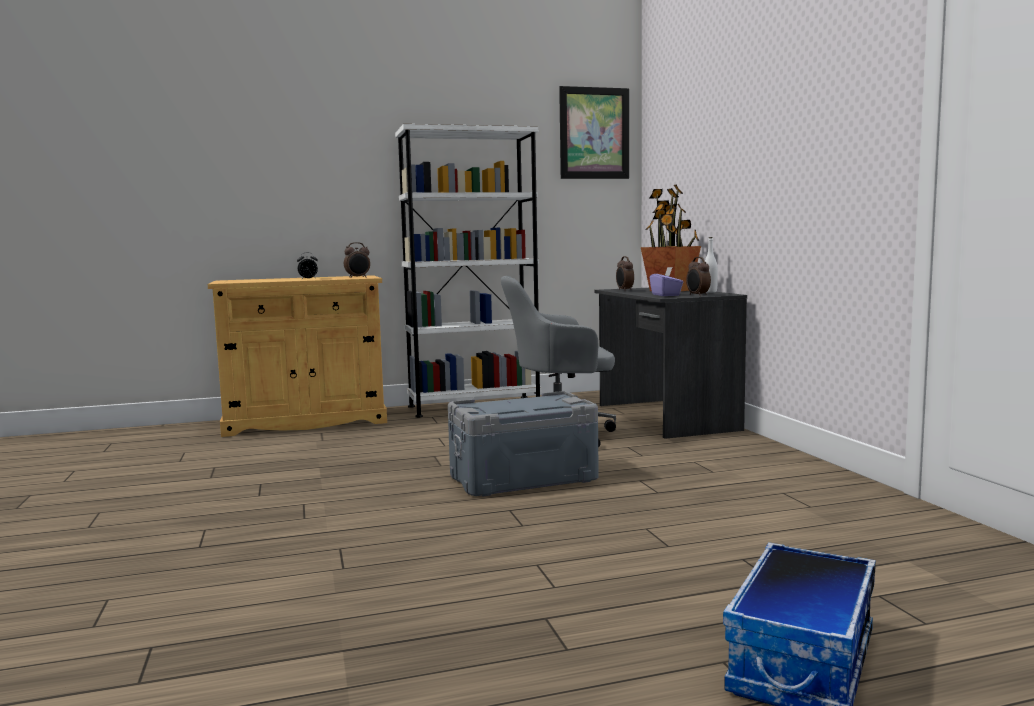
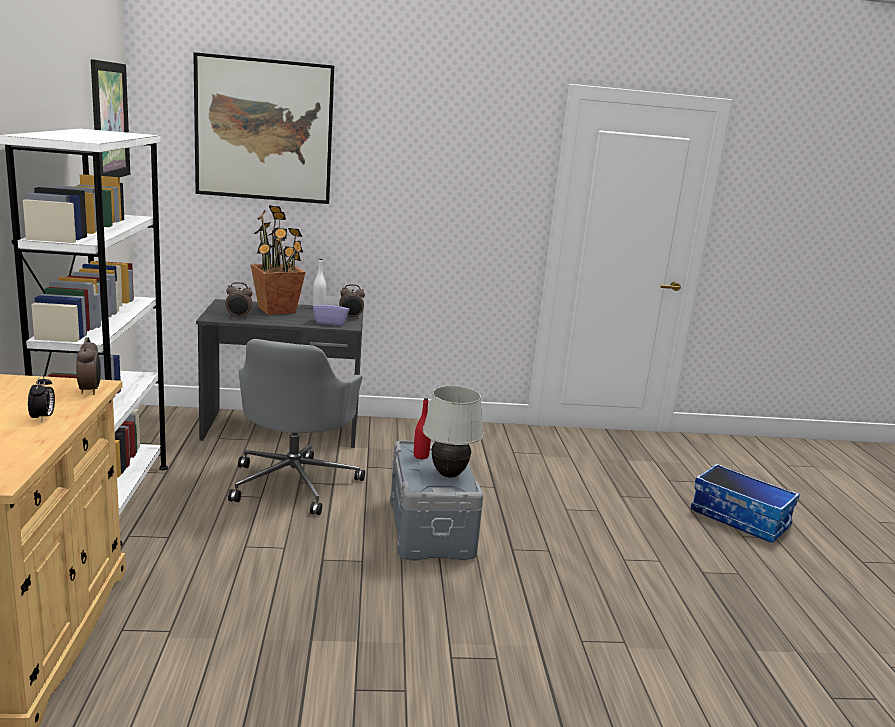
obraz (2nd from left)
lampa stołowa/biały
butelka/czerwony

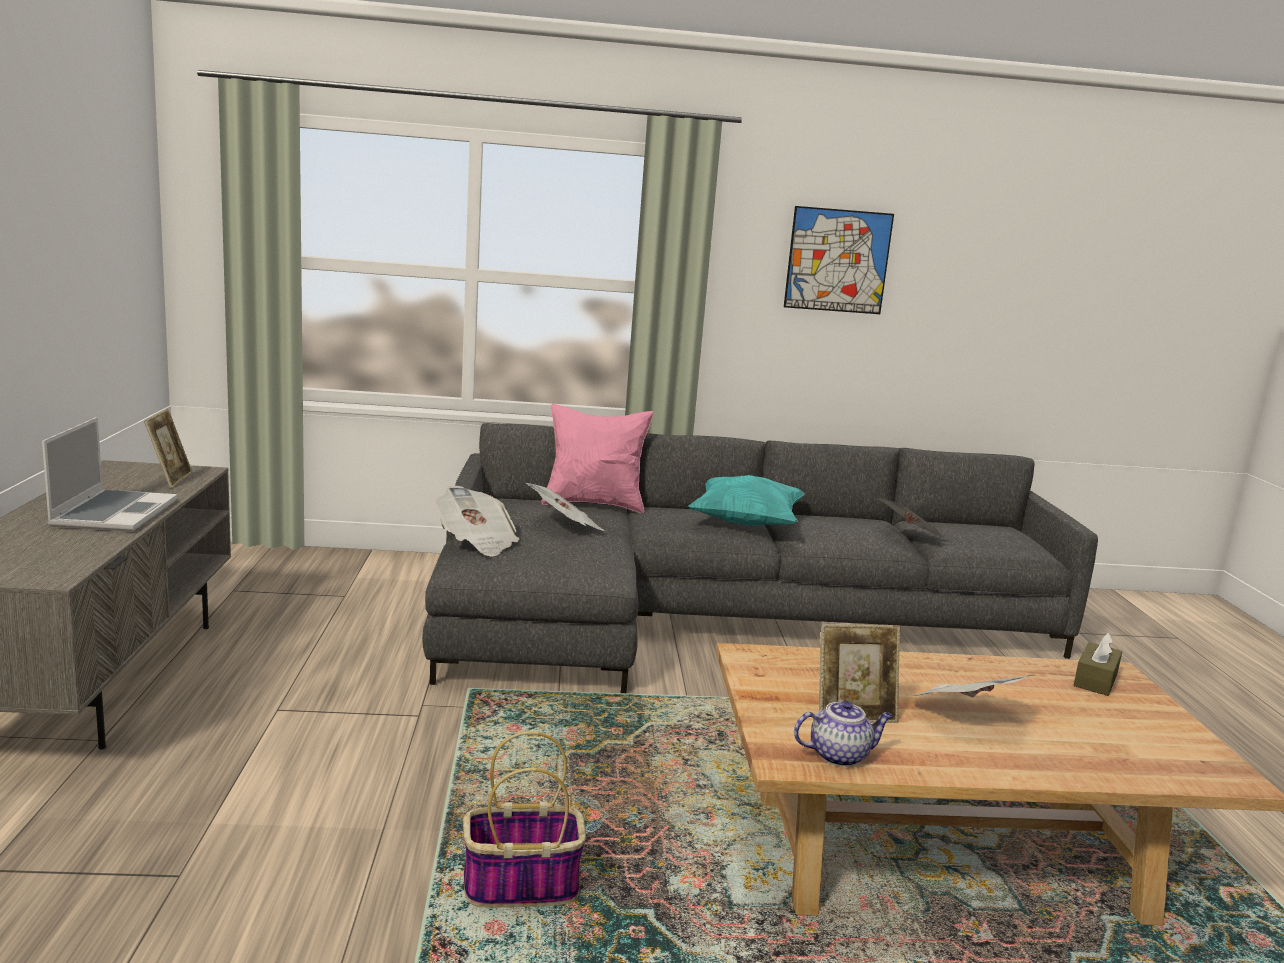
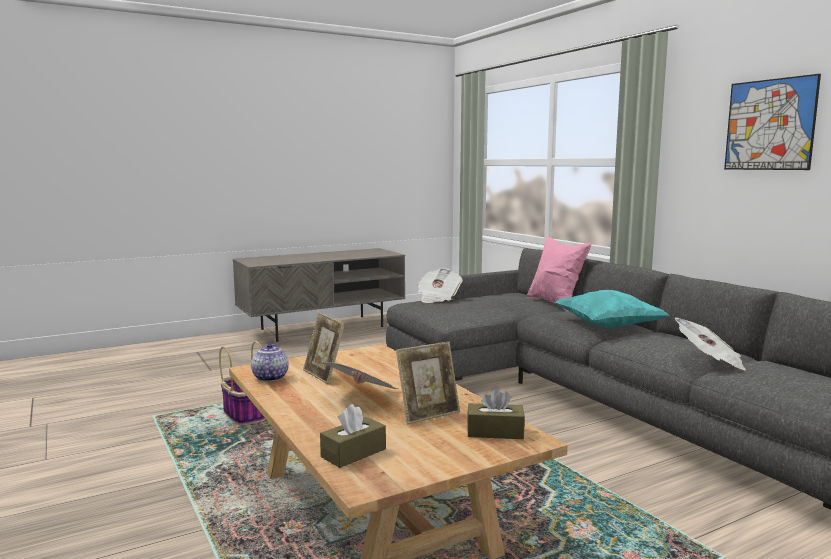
ramka na zdjęcie (2nd from left)
laptop
gazeta (2nd from left in the first image)
imbryk
pudełko chusteczek/brązowy (1st from left)

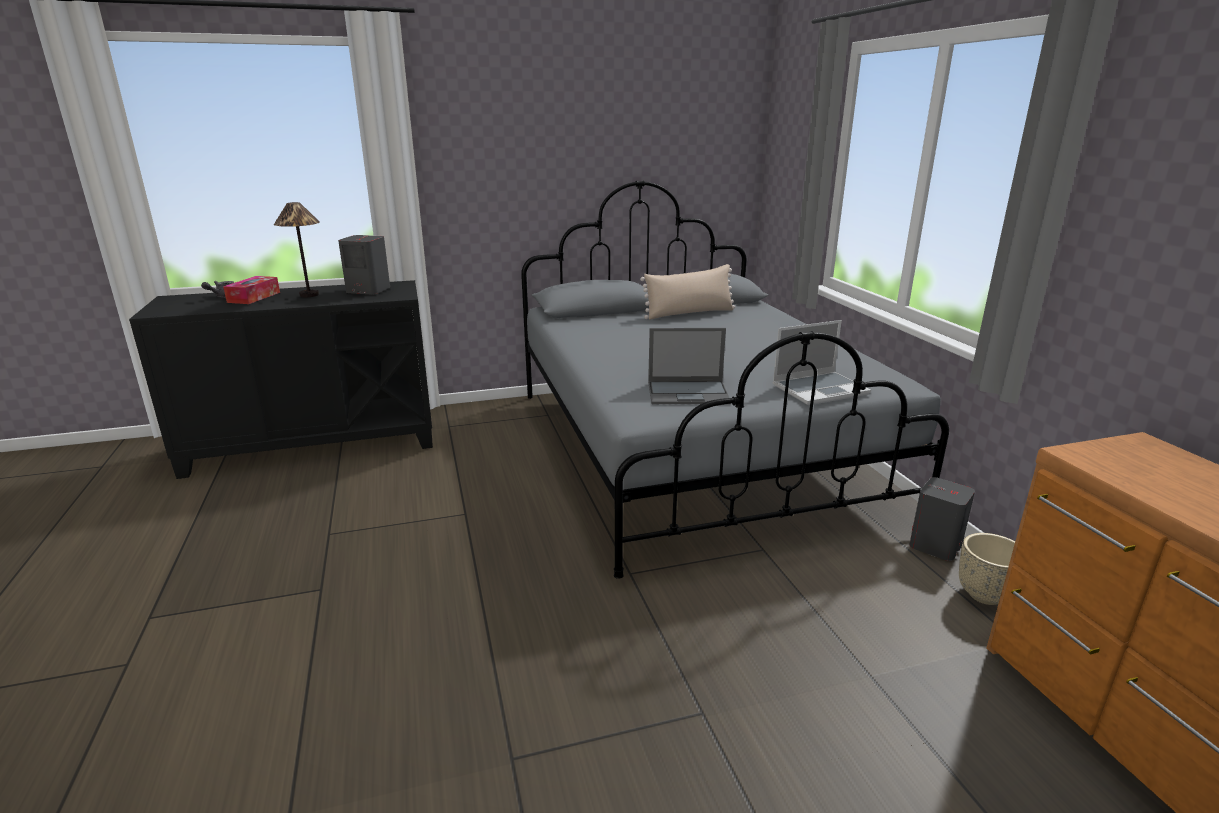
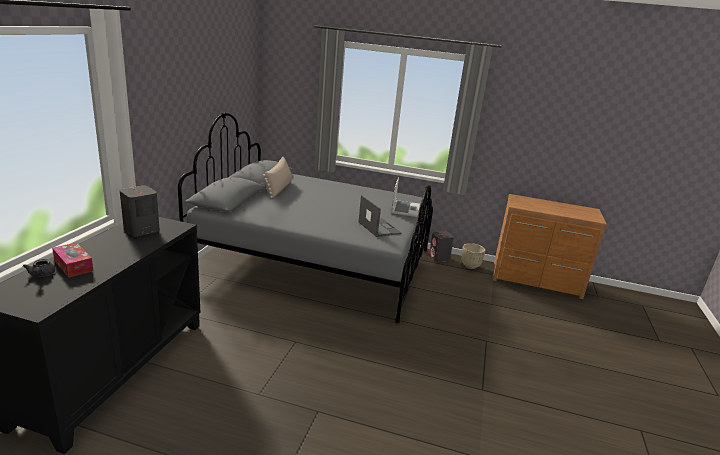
lampa stołowa
laptop (1st from left)

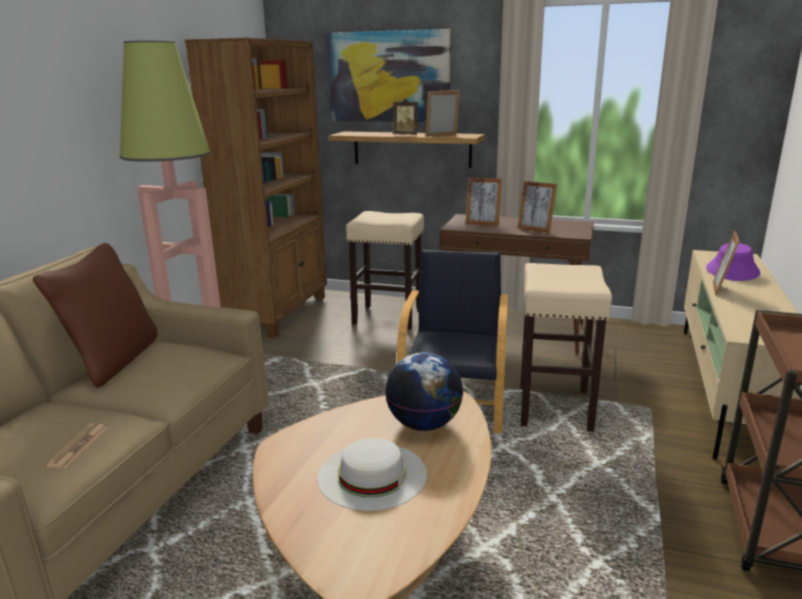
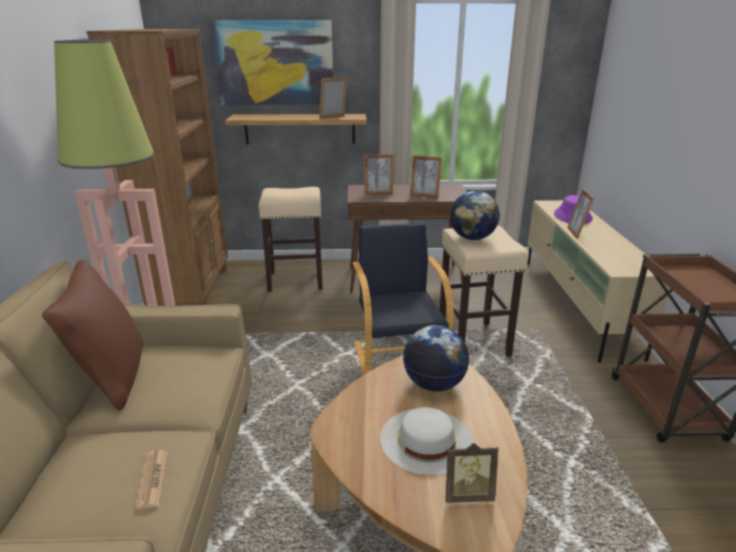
ramka na zdjęcie (4th from left)
globus (2nd from left)

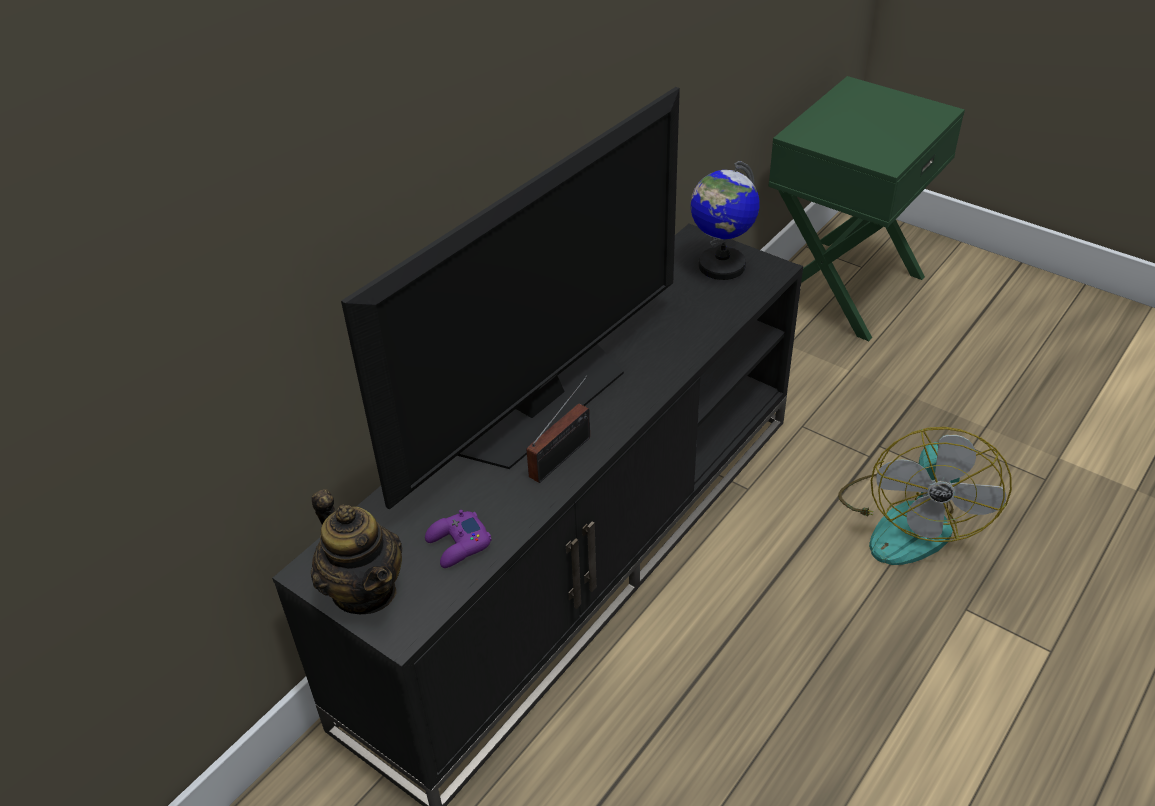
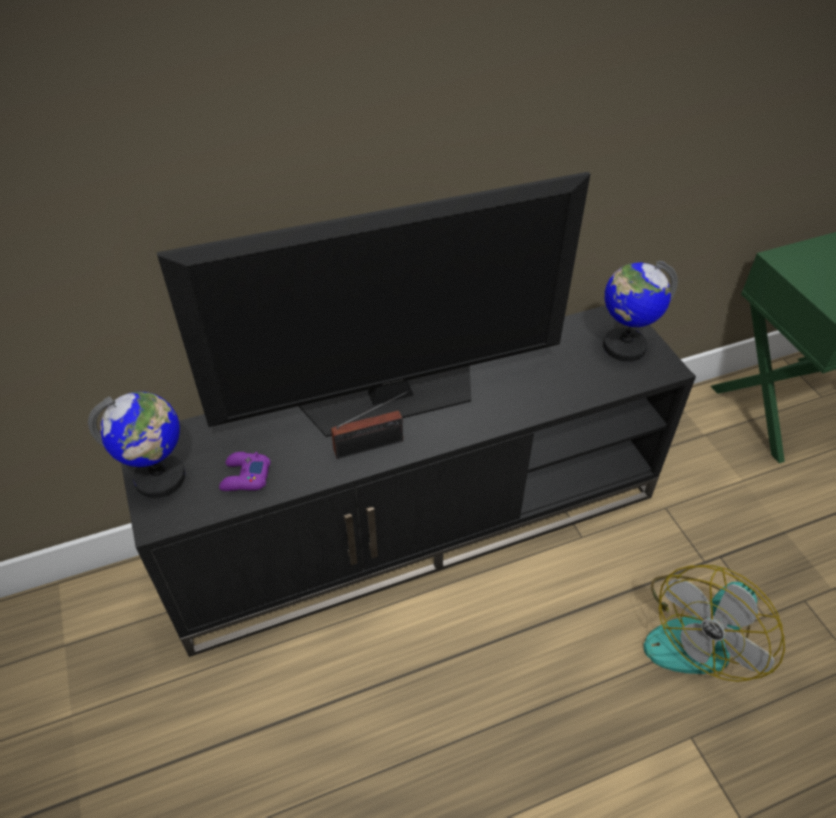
globus (1st from left)

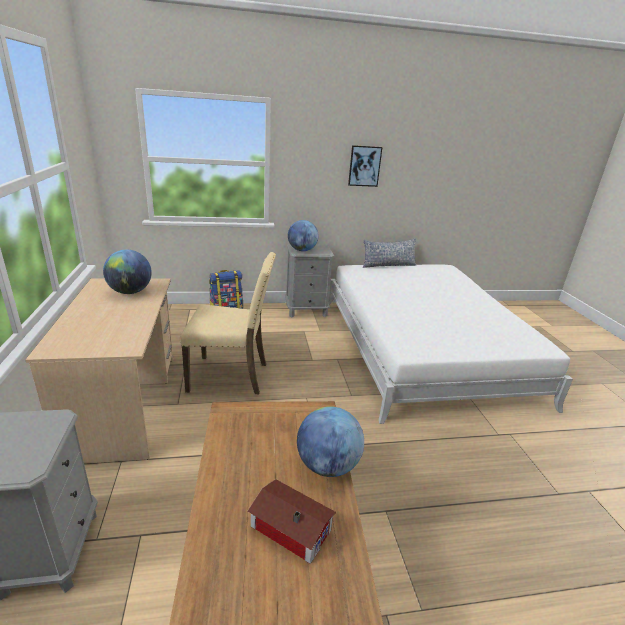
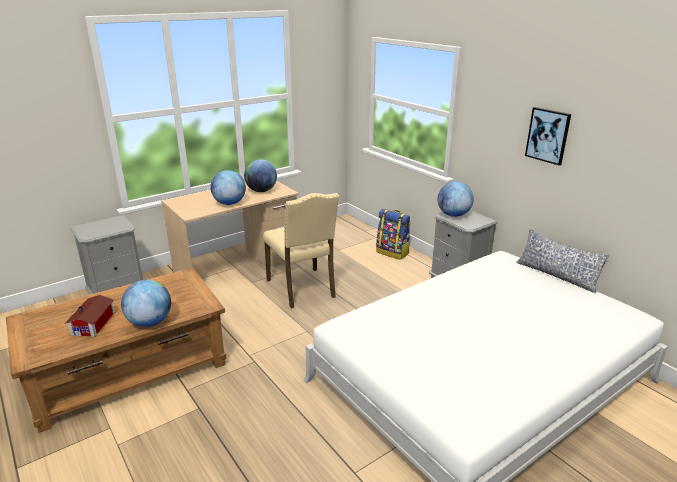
globus (2nd from left)

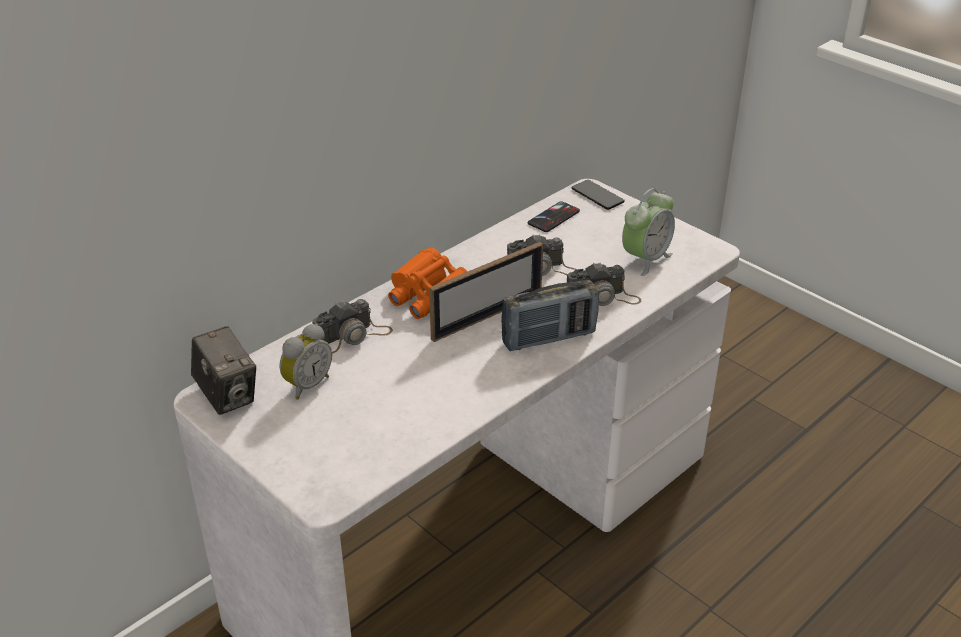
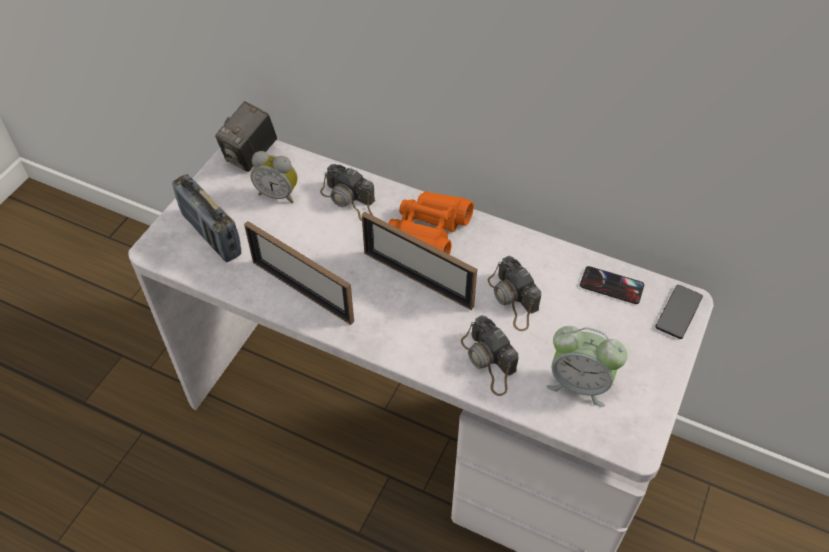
radio
ramka na zdjęcie (1st from left)

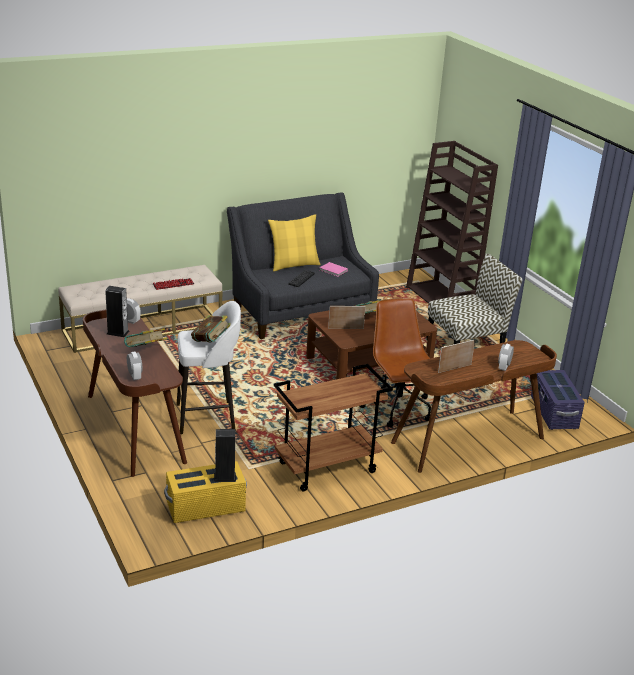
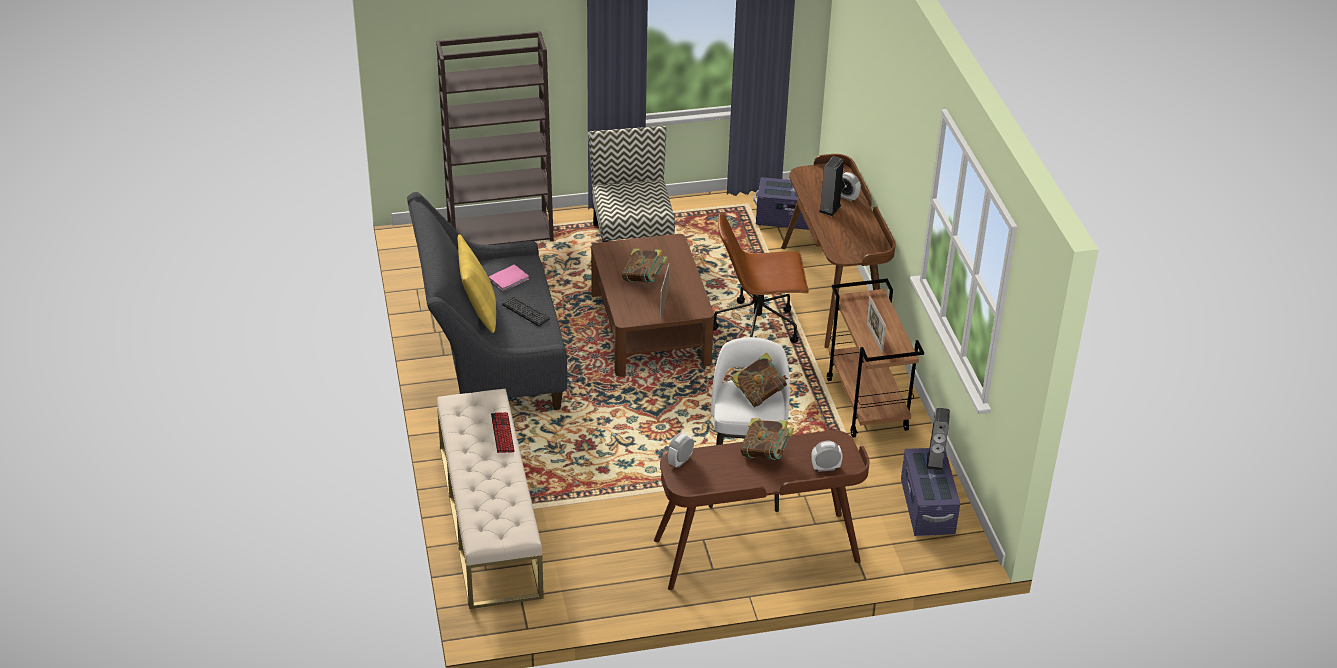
głośnik (1st from left)
ramka na zdjęcie (2nd from left)
pojemnik do przechowywania/fioletowy (2nd from left)

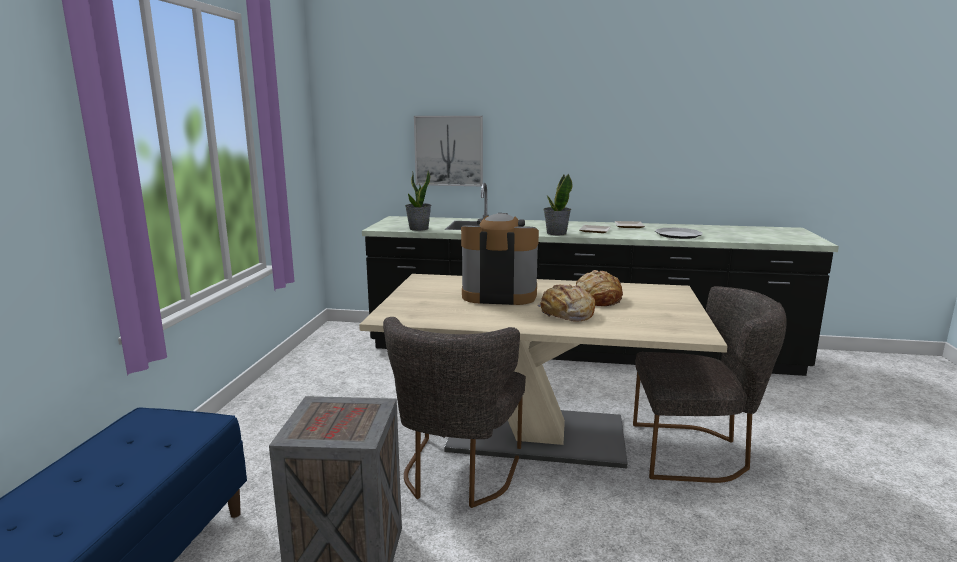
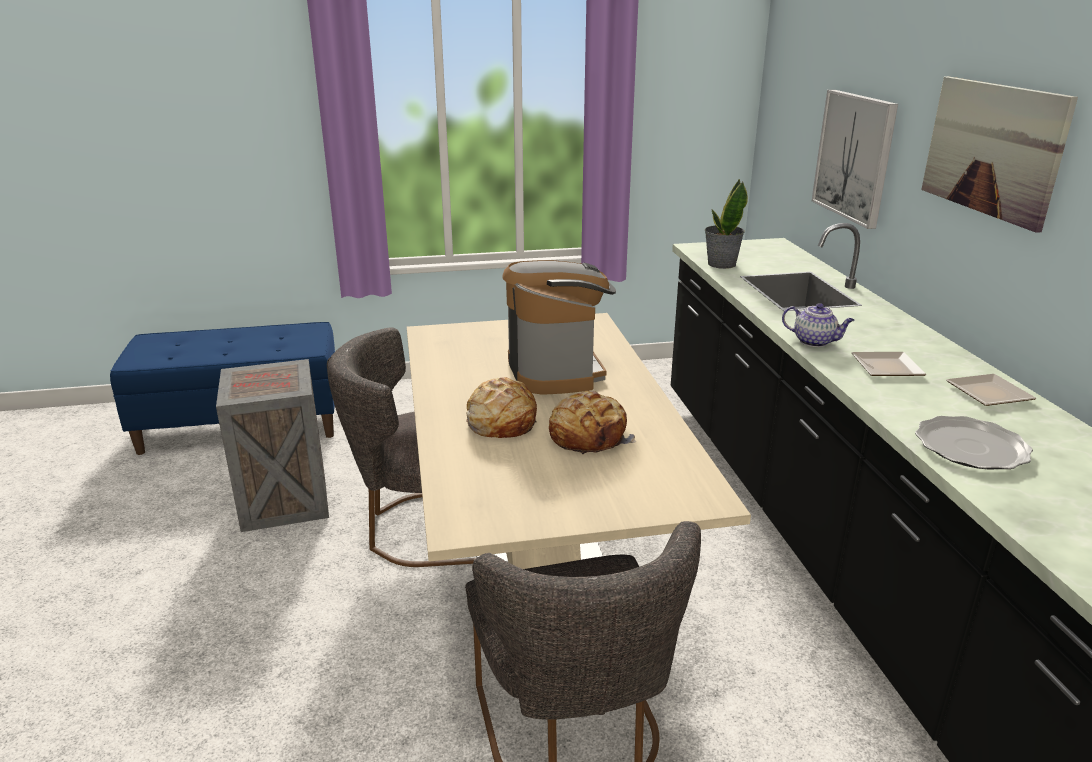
imbryk
obraz (2nd from left)

